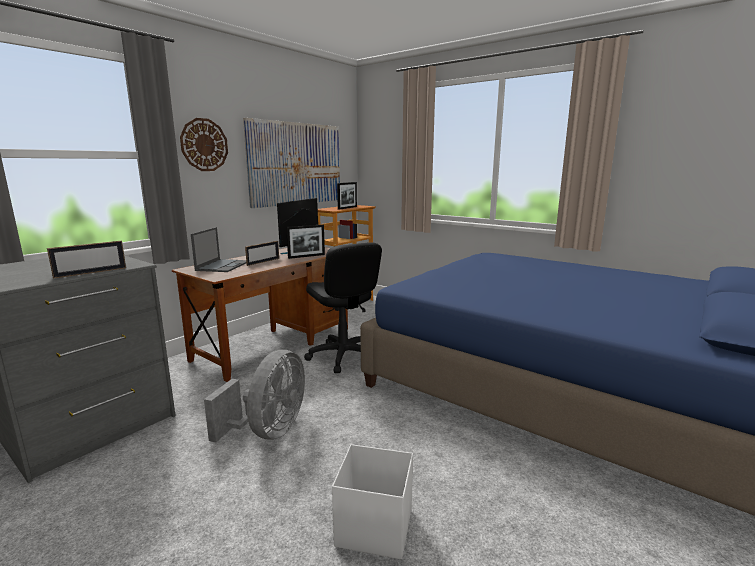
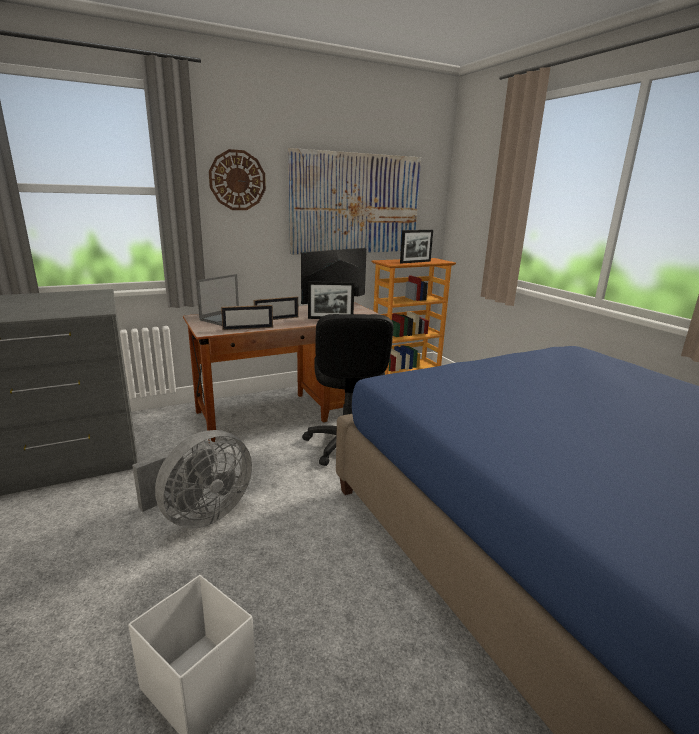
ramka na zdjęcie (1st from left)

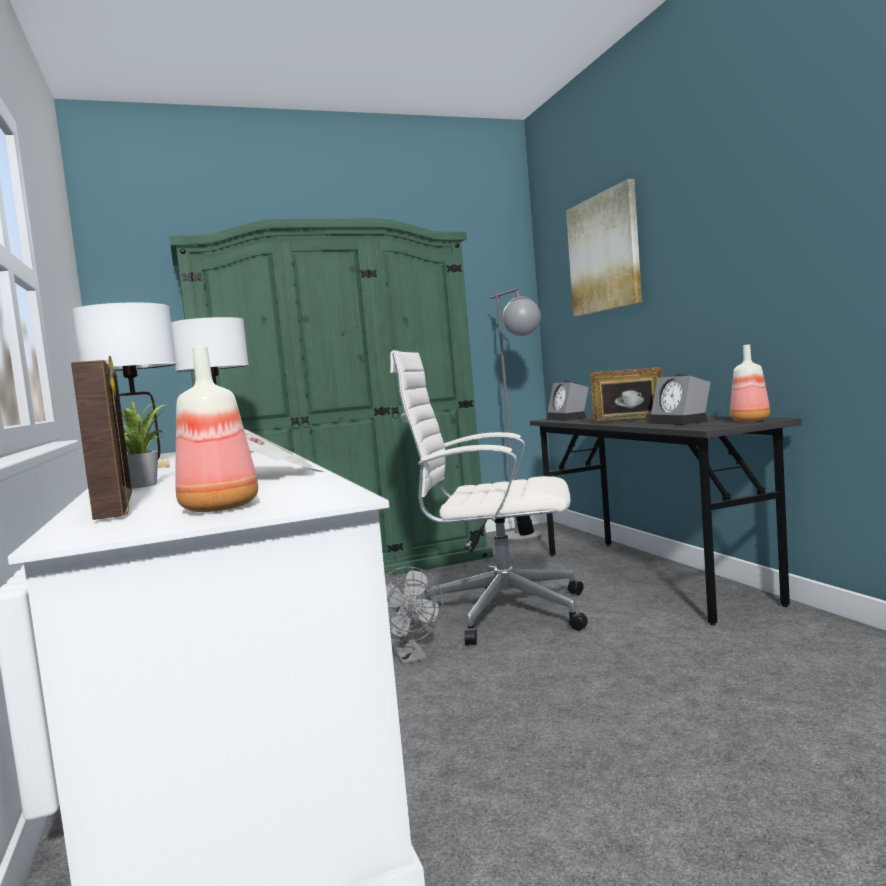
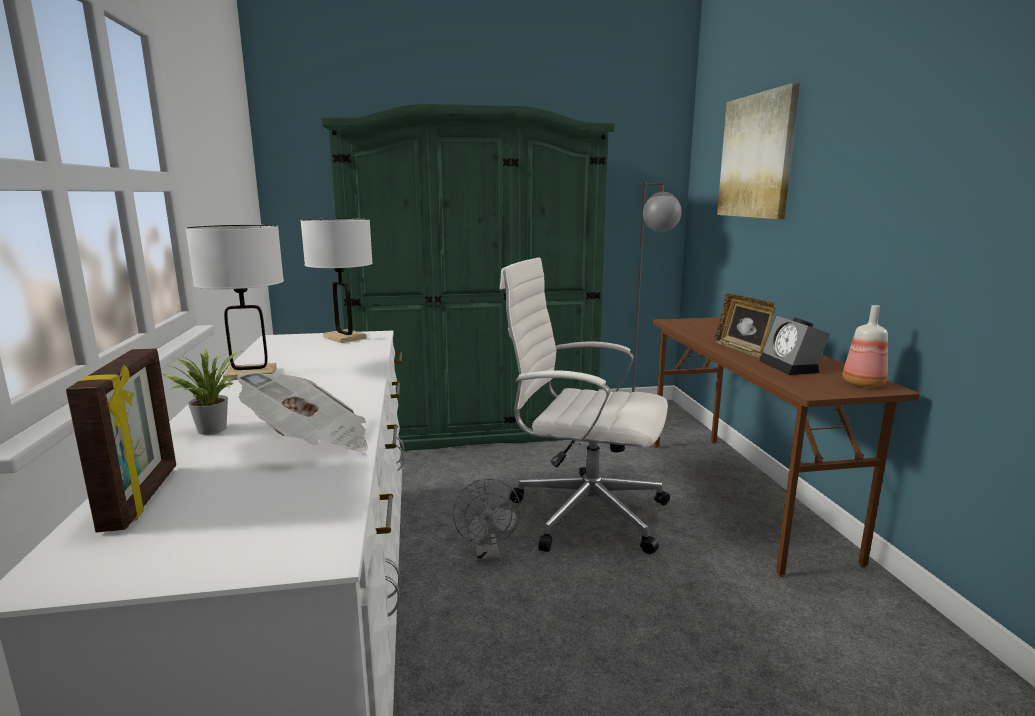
butelka (1st from left in the first image)
ramka na zdjęcie (2nd from left)
budzik (1st from left in the first image)
biurko/brązowy

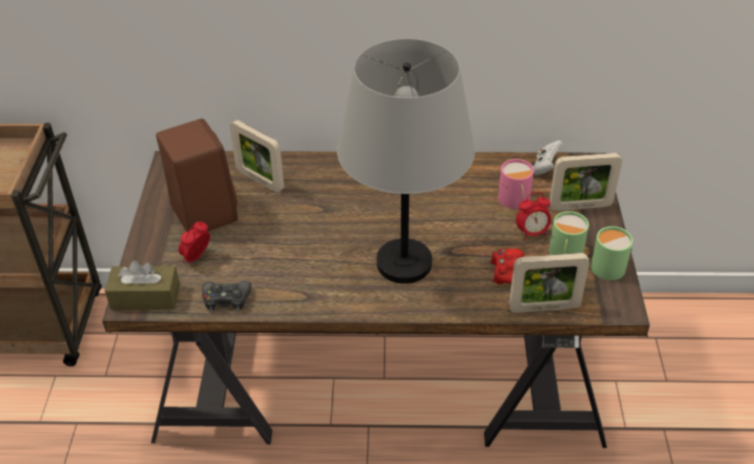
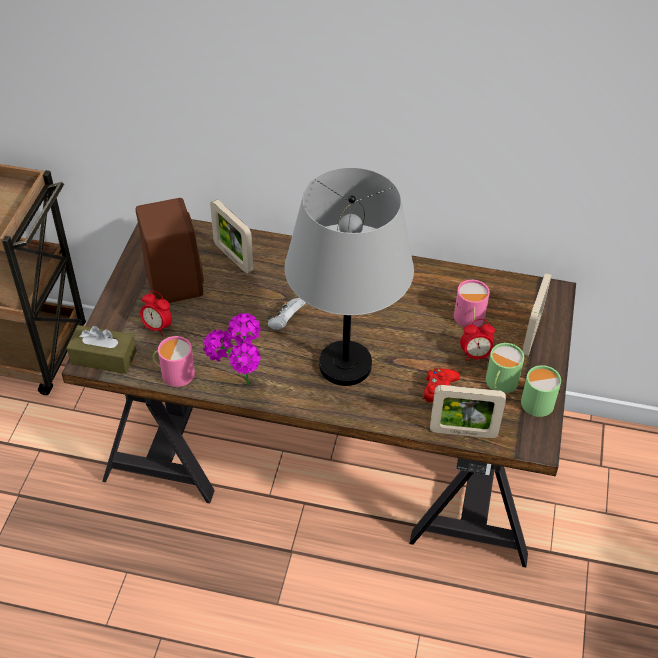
pad do gier/biały
ramka na zdjęcie (3rd from left)
budzik (1st from left)
kubek/różowy (1st from left)
roślina doniczkowa

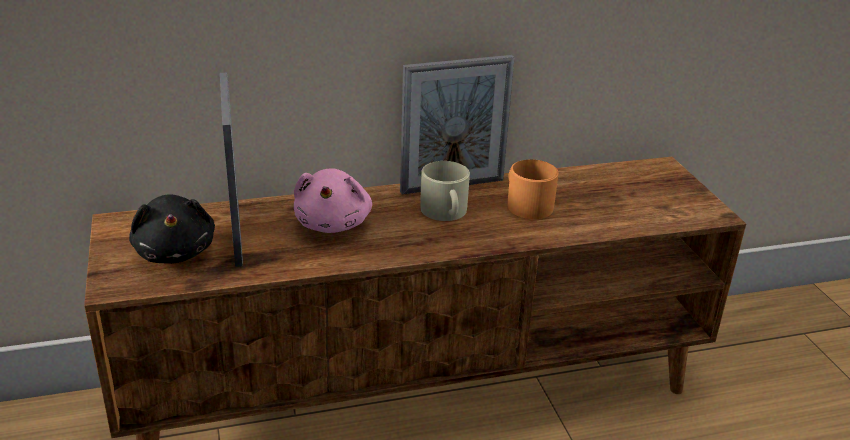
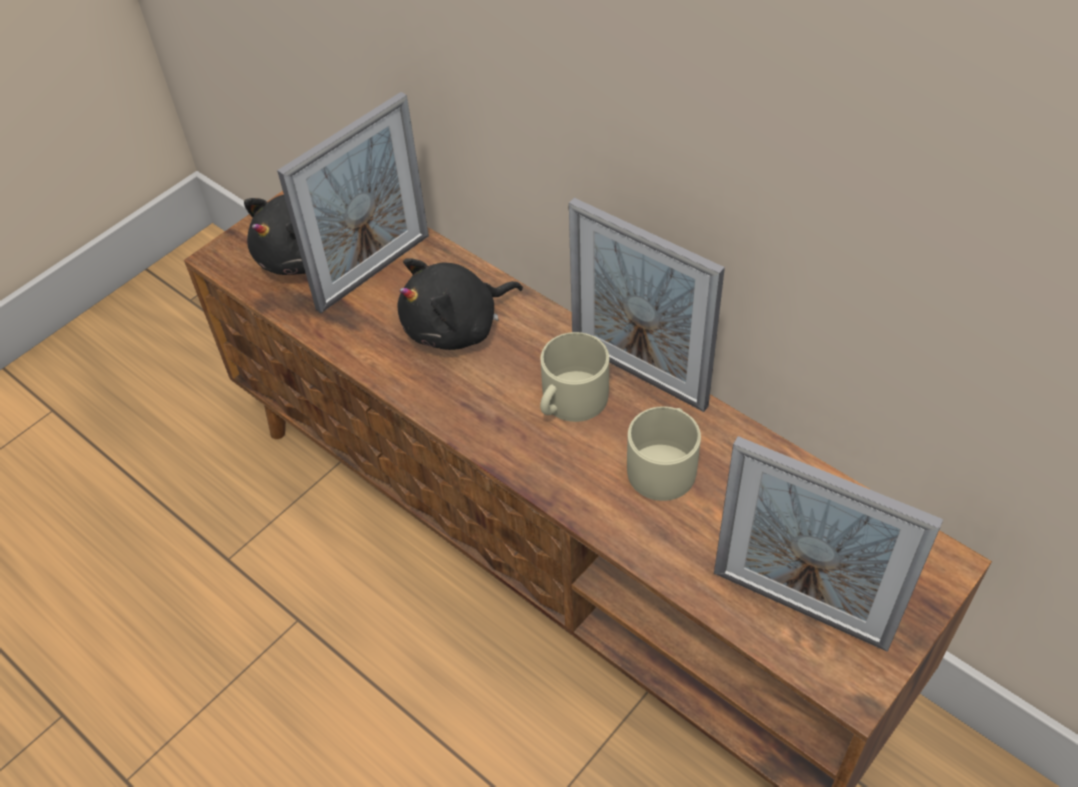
kubek/beżowy (2nd from left)
pluszak/czarny (2nd from left)
ramka na zdjęcie (3rd from left)

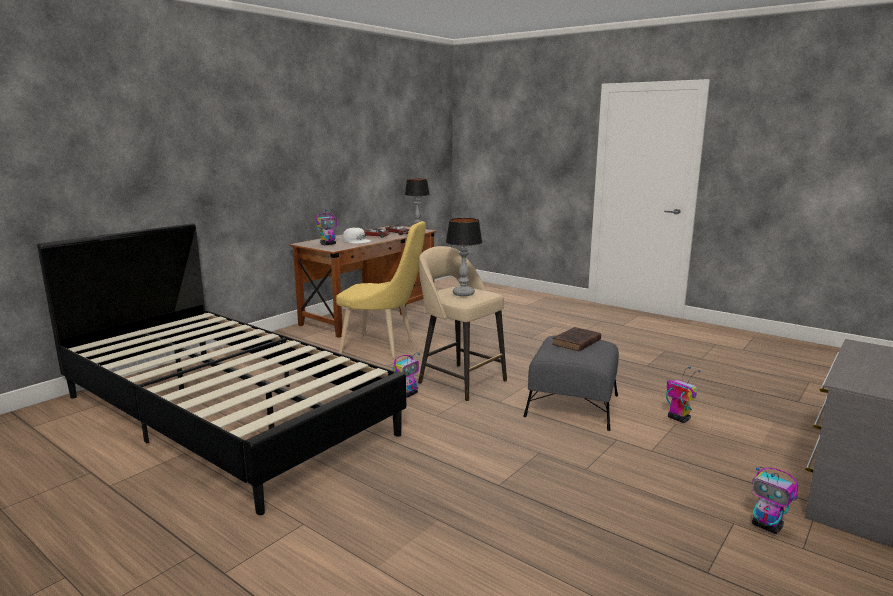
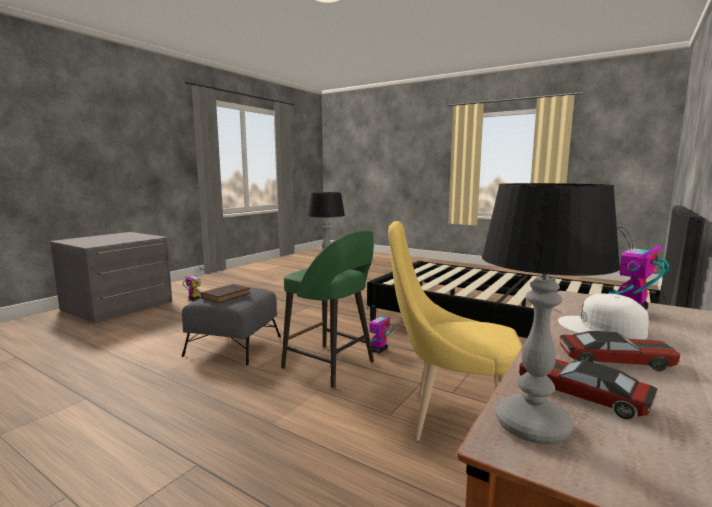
stołek/zielony
robot zabawkowy (3rd from left in the first image)

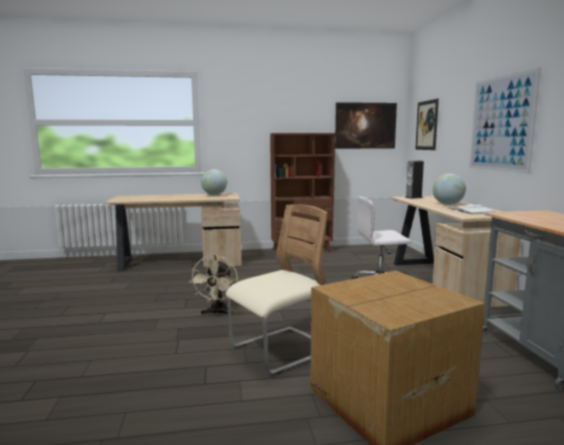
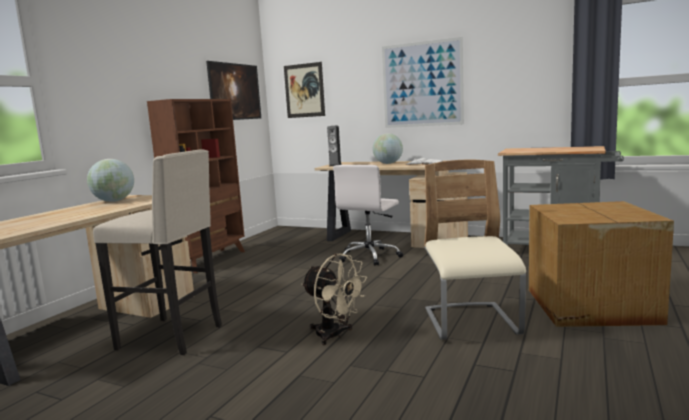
stołek/beżowy

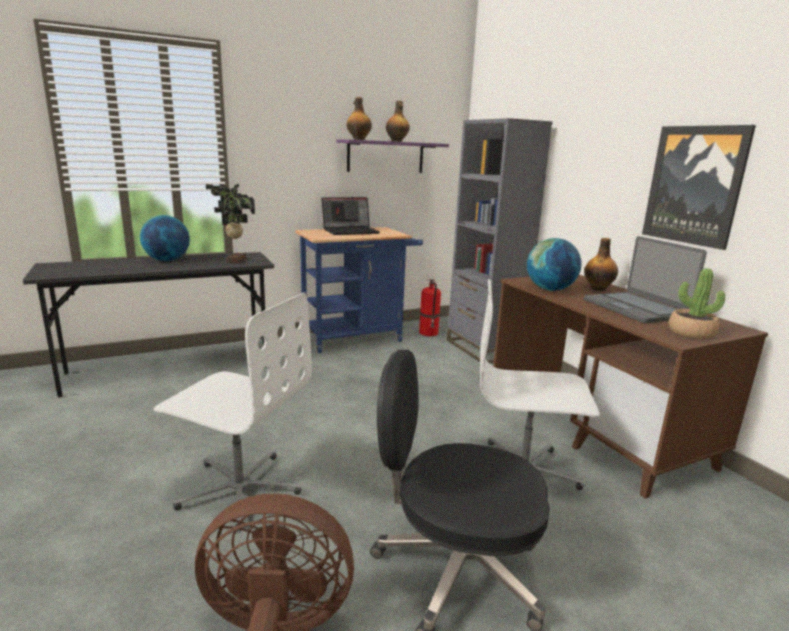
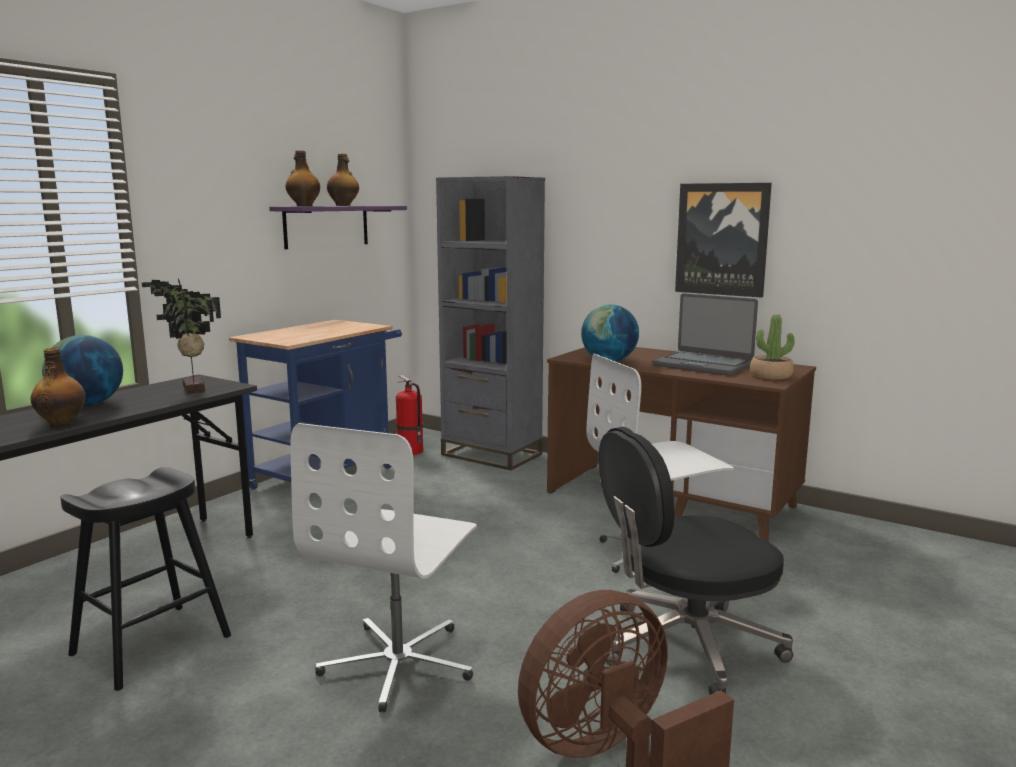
laptop (1st from left in the first image)
butelka (1st from left)
krzesło biurowe/biały (1st from left)
stołek/czarny

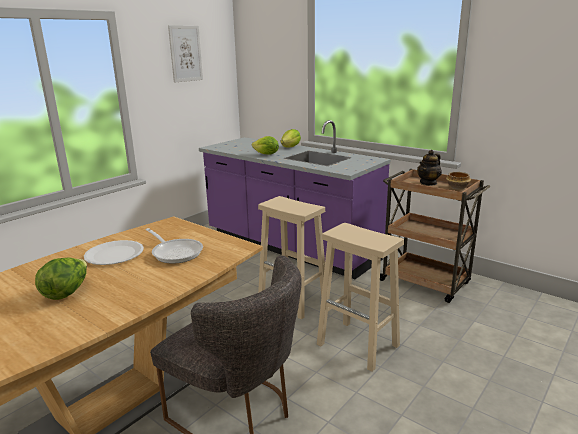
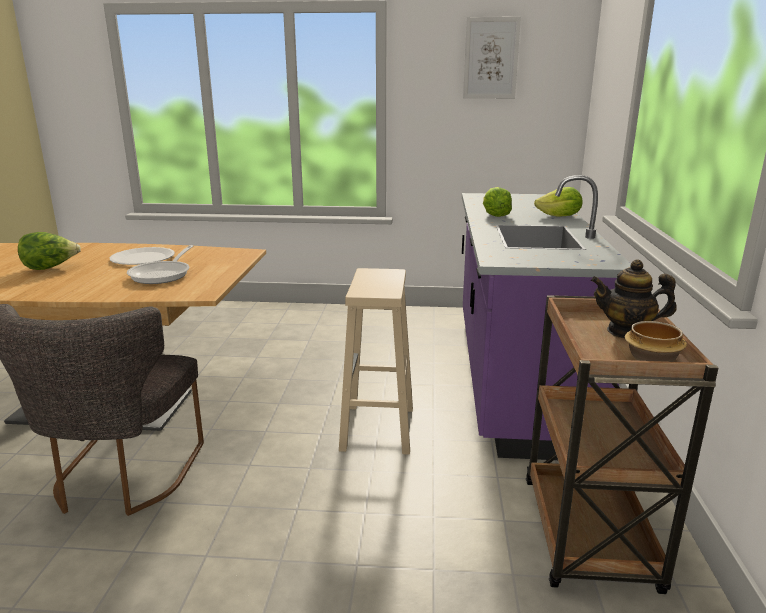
stołek/beżowy (2nd from left in the first image)

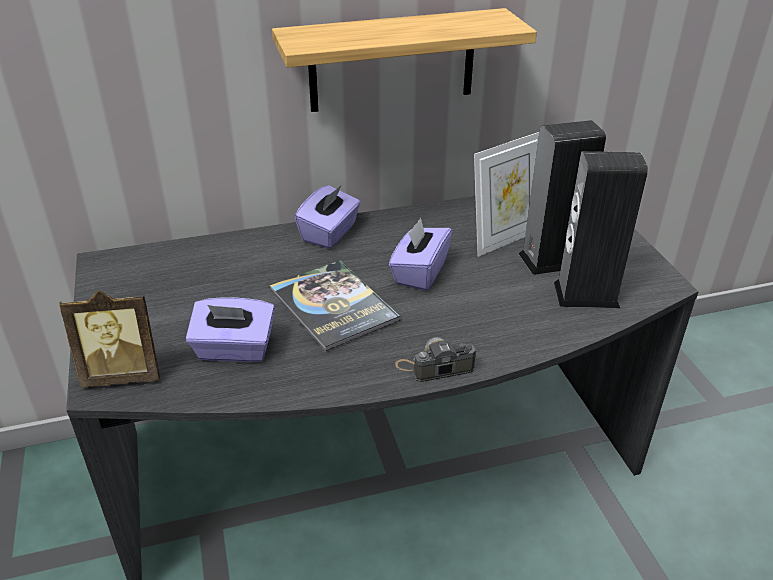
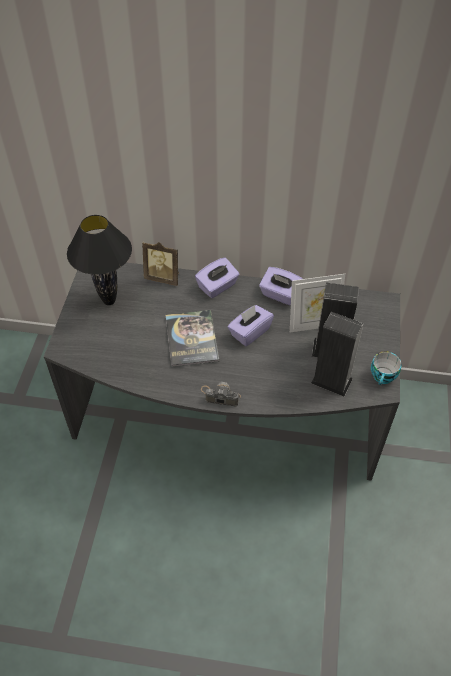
półka
ramka na zdjęcie (1st from left)
pudełko chusteczek/fioletowy (3rd from left)
lampa stołowa/czarny
filiżanka

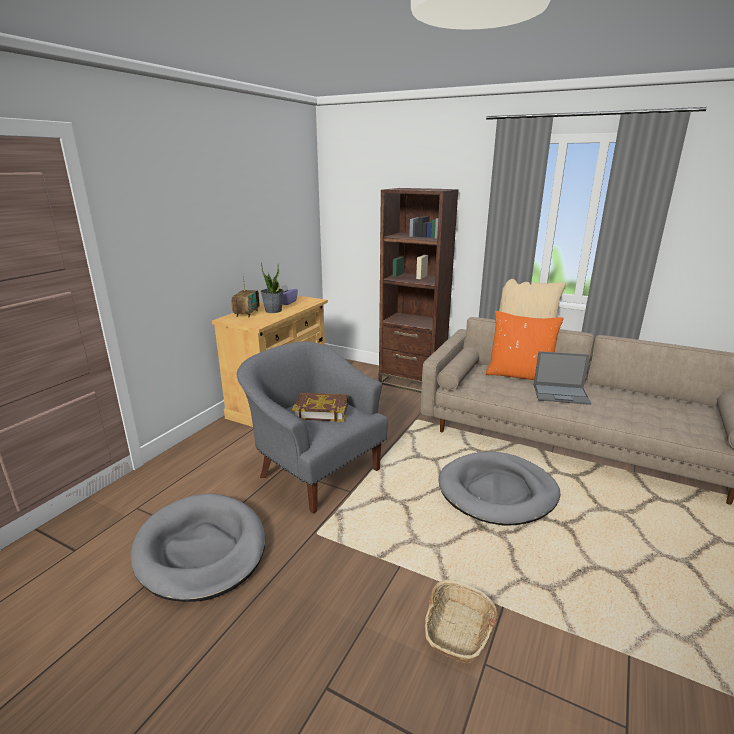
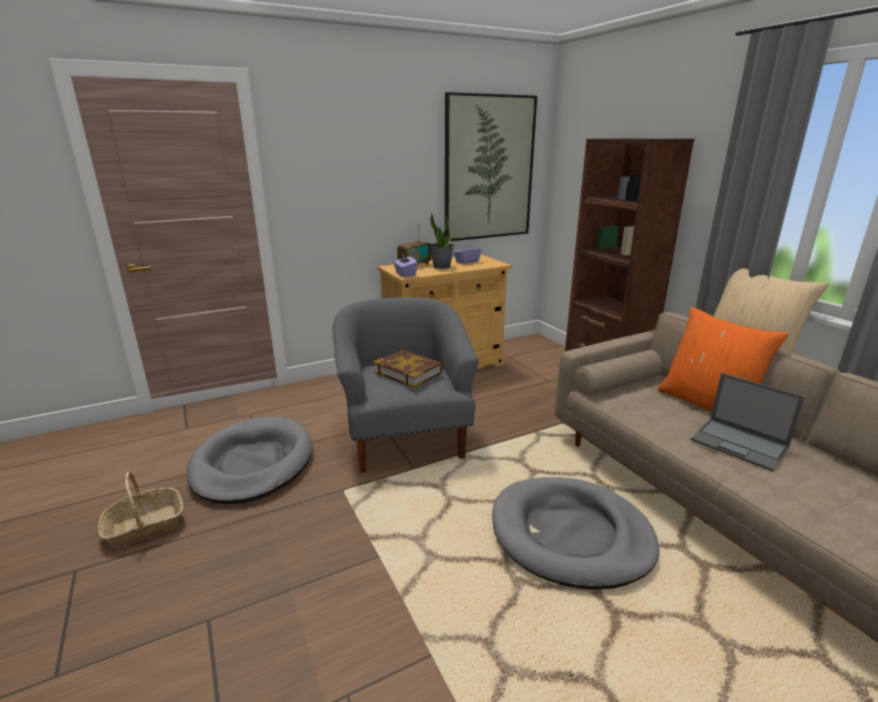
koszyk
obraz
pudełko chusteczek/fioletowy (1st from left)

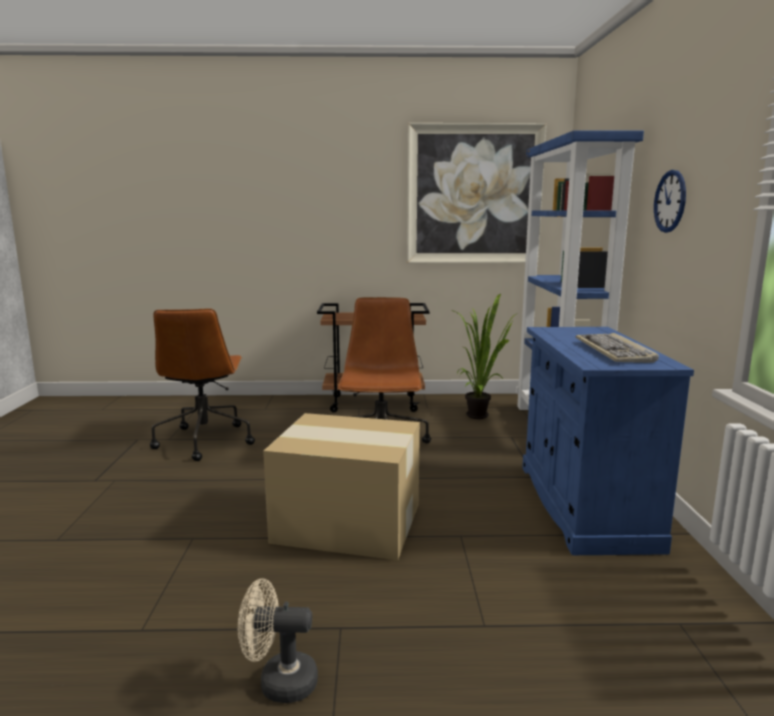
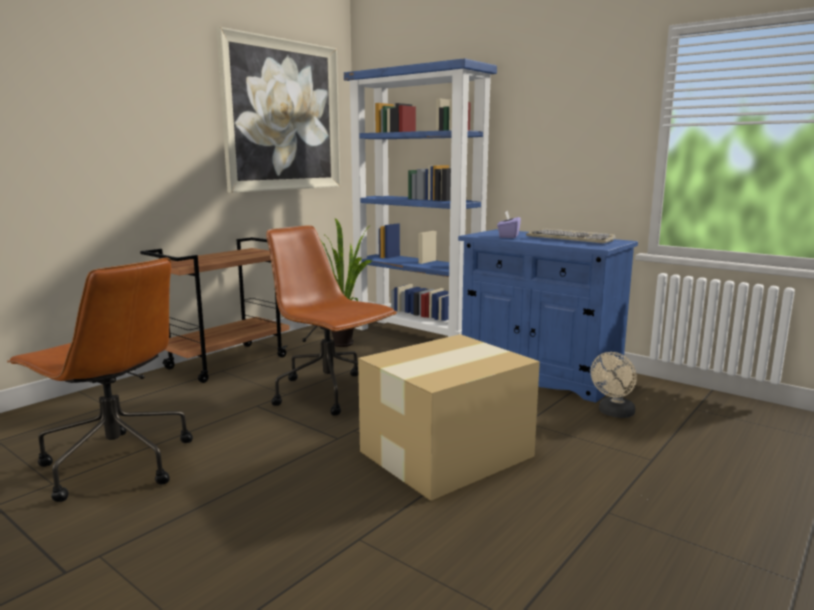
zegar ścienny
wentylator/beżowy
pudełko chusteczek/fioletowy

